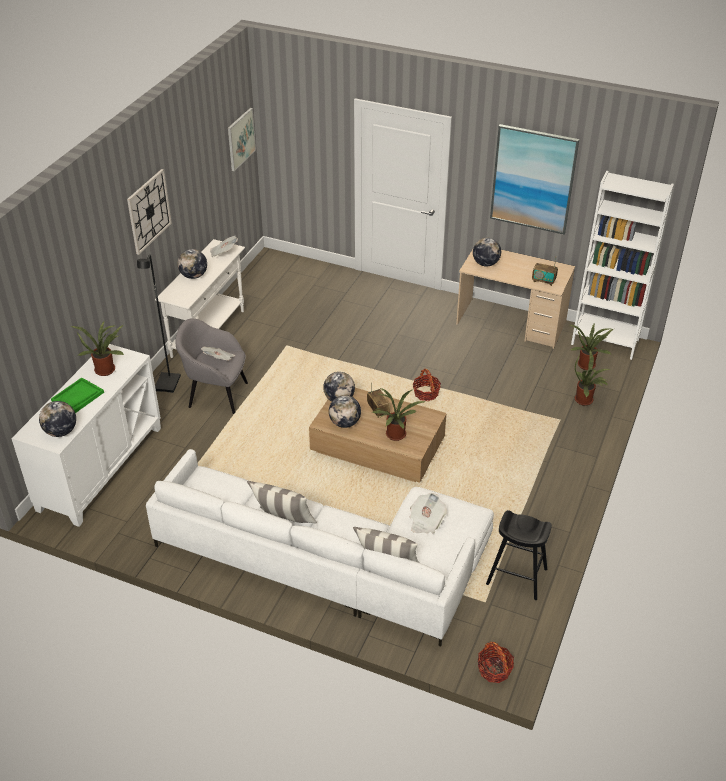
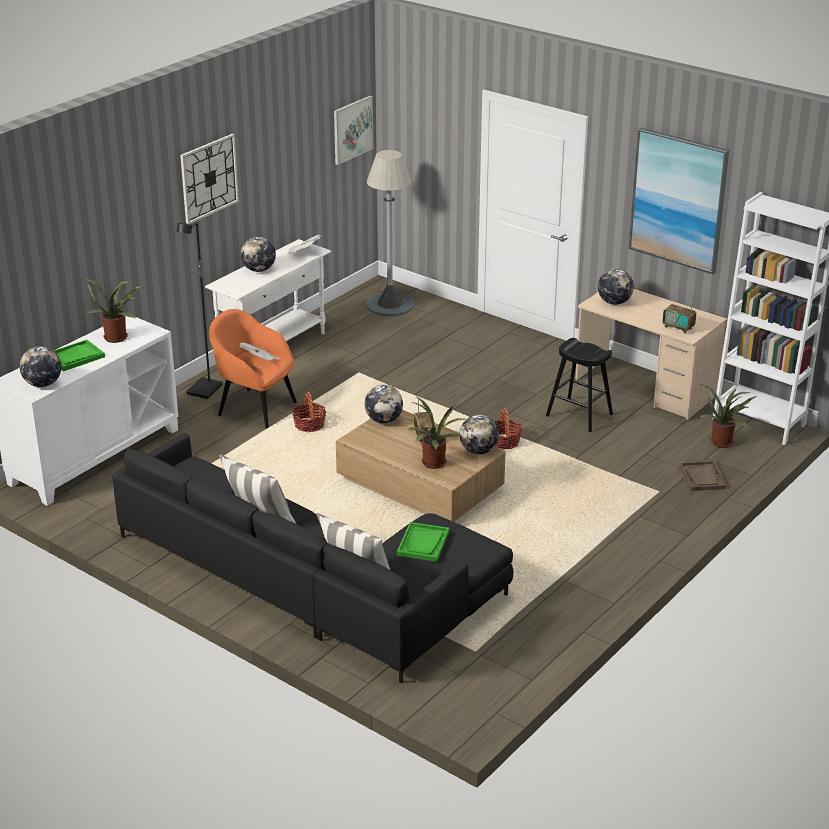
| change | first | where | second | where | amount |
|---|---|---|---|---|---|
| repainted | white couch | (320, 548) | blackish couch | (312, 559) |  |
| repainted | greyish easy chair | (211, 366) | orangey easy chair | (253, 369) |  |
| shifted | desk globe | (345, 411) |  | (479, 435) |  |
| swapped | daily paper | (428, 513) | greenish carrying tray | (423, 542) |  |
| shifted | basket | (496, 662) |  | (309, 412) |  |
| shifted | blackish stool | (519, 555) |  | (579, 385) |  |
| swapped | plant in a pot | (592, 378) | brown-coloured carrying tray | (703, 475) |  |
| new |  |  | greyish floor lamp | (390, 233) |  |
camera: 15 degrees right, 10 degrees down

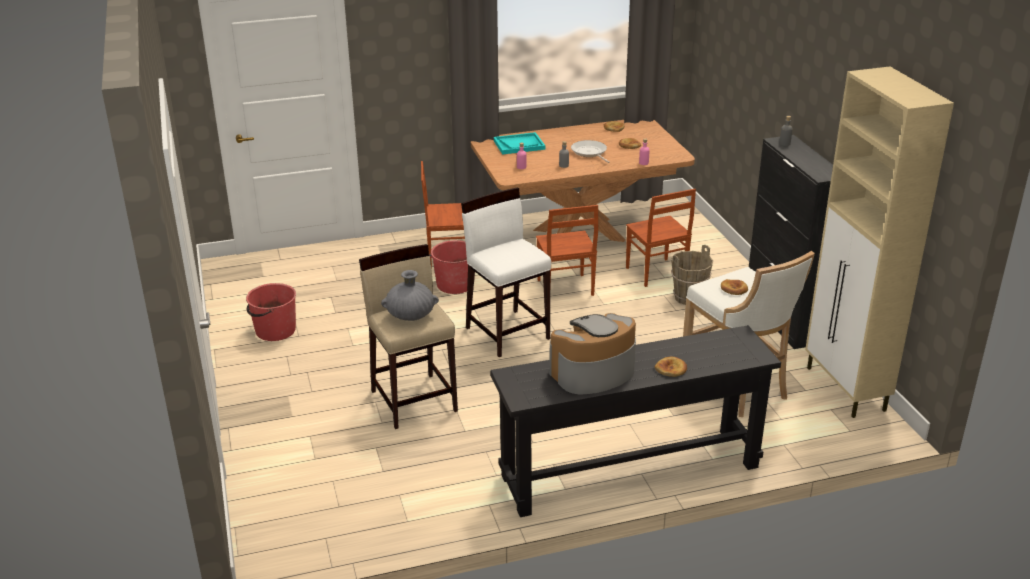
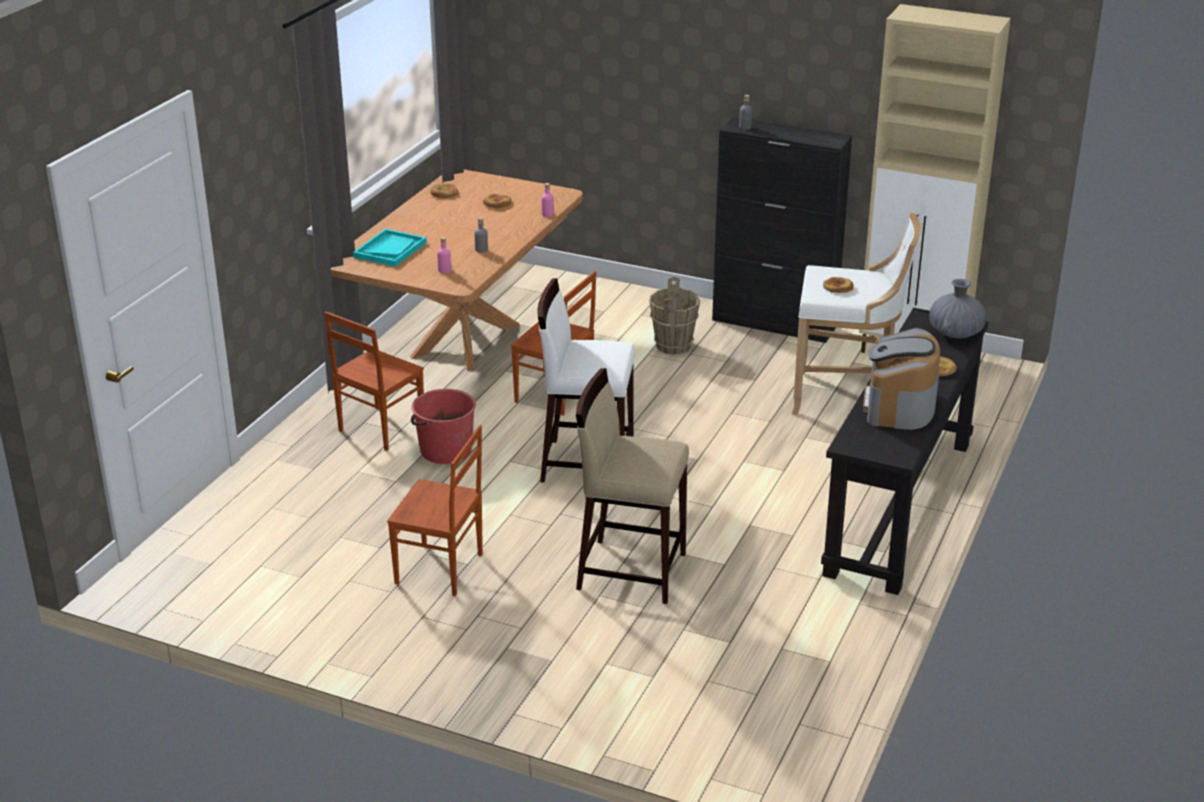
| change | first | where | second | where | amount |
|---|---|---|---|---|---|
| gone | red-coloured pail | (271, 312) |  |  |  |
| shifted | greyish flower vase | (410, 295) |  | (958, 308) |  |
| gone | pan | (590, 151) |  |  |  |
| shifted | brown-coloured upright chair | (661, 238) |  | (435, 510) |  |
camera: 50 degrees left, 0 degrees up

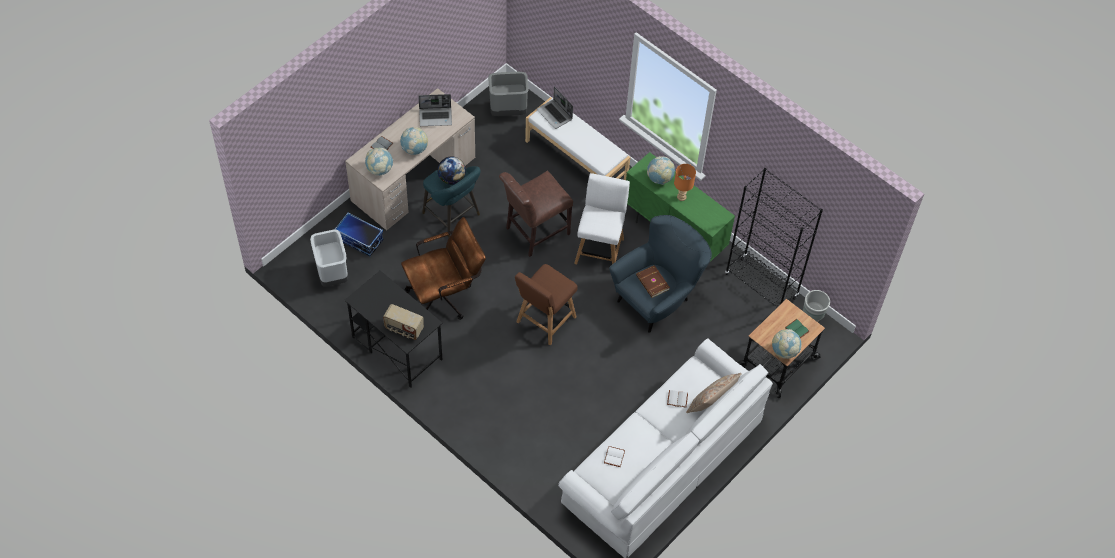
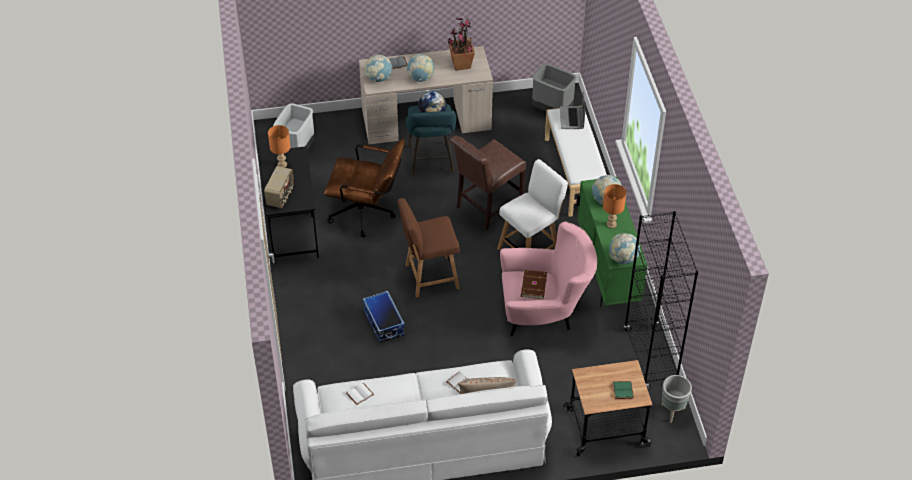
| change | first | where | second | where | amount |
|---|---|---|---|---|---|
| shifted | storage container | (358, 234) |  | (384, 317) |  |
| rotated | radio | (403, 322) |  | (279, 187) | 135 degrees counterclockwise |
| swapped | portable computer | (435, 110) | plant in a pot | (461, 44) |  |
| rotated | brown-coloured upright chair | (536, 214) |  | (488, 183) | 45 degrees counterclockwise |
| repainted | bluish easy chair | (660, 274) | pinkish easy chair | (548, 279) |  |
| shifted | desk globe | (787, 344) |  | (624, 248) |  |
| new |  |  | orangey tabletop lamp | (279, 146) |  |
camera: 40 degrees right, 10 degrees down

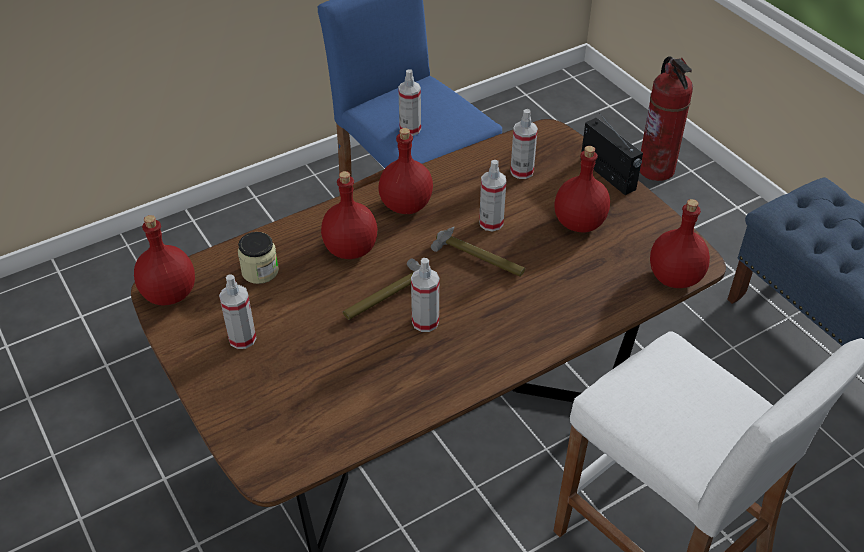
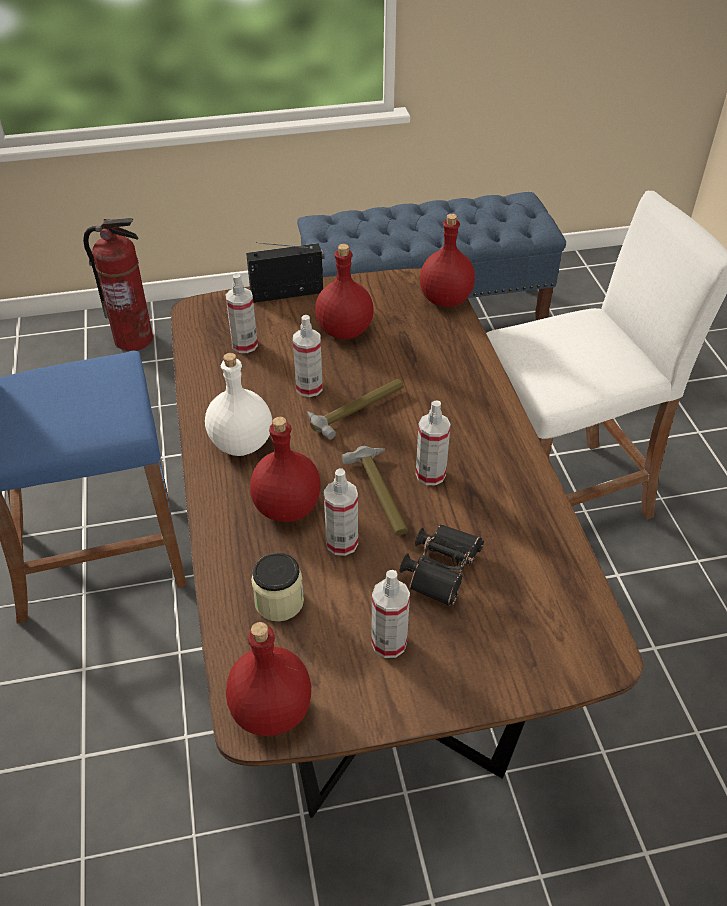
| change | first | where | second | where | amount |
|---|---|---|---|---|---|
| repainted | red-coloured bottle | (406, 171) | white bottle | (238, 404) |  |
| shifted | spray bottle | (409, 102) |  | (341, 512) |  |
| new |  |  | blackish pair of binoculars | (442, 565) |  |
camera: 70 degrees left, 0 degrees up

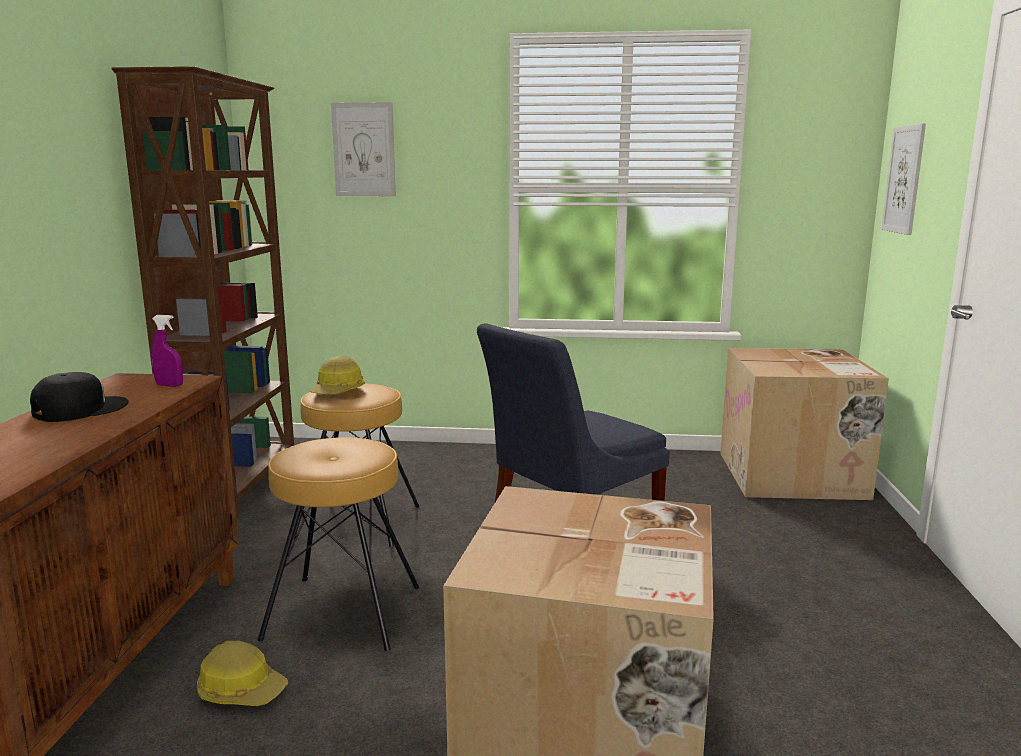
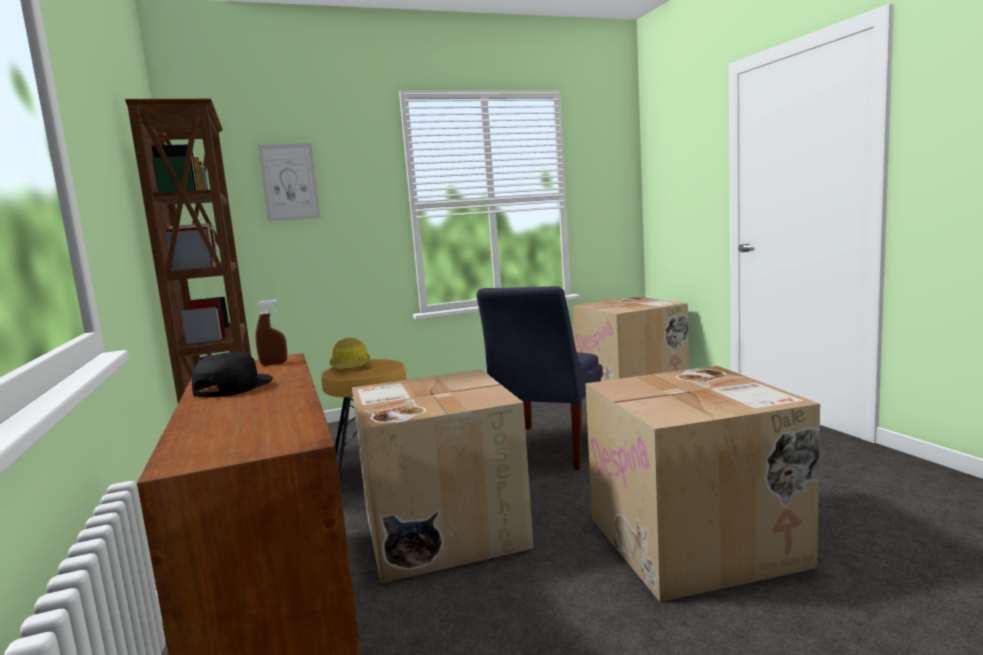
| change | first | where | second | where | amount |
|---|---|---|---|---|---|
| repainted | purplish spray bottle | (167, 351) | brown-coloured spray bottle | (271, 332) |  |
| gone | work helmet | (242, 673) |  |  |  |
| swapped | brown-coloured stool | (338, 544) | cardboard box | (443, 476) |  |
| gone | wall picture | (903, 179) |  |  |  |
camera: 25 degrees left, 5 degrees down

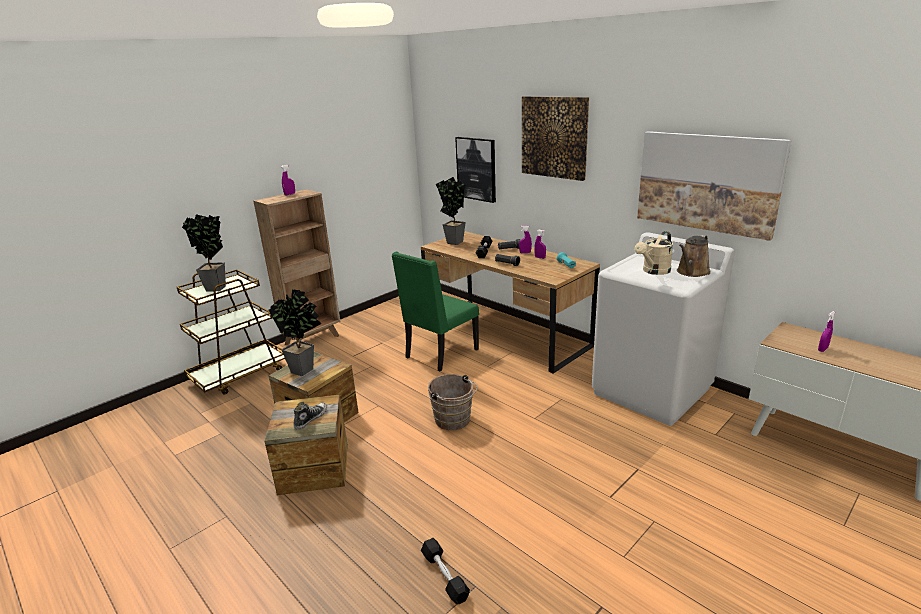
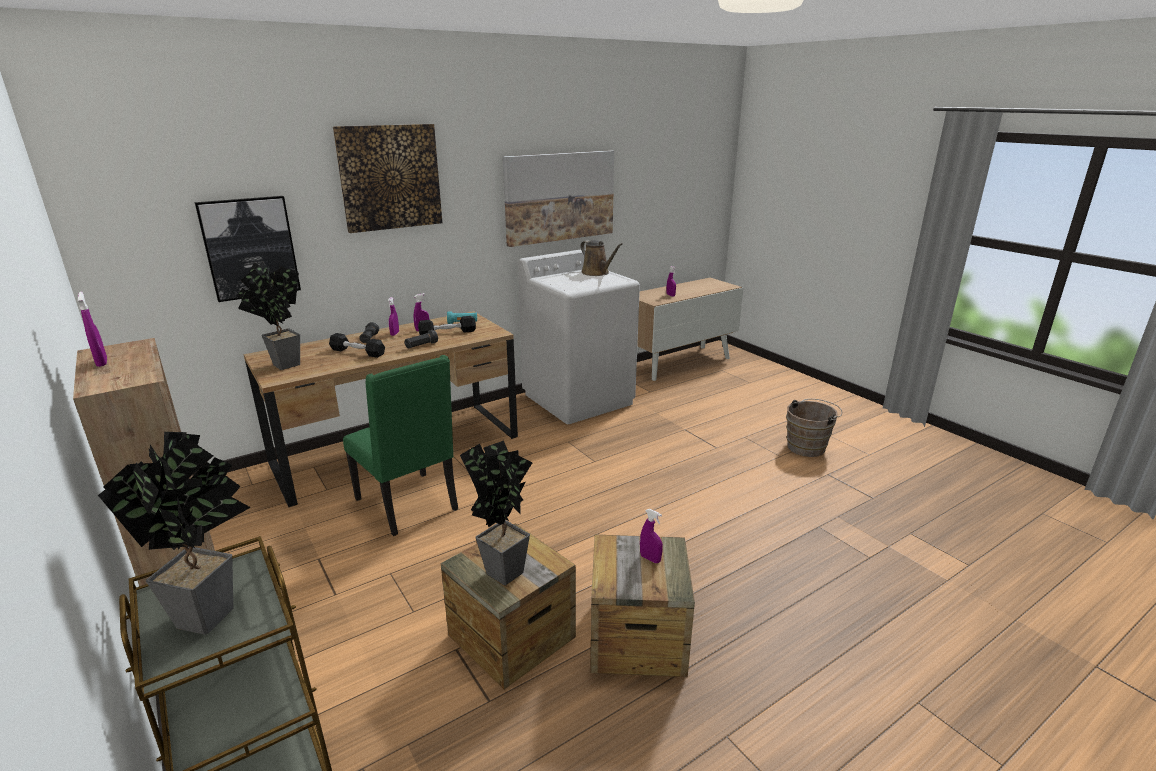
| change | first | where | second | where | amount |
|---|---|---|---|---|---|
| swapped | item of footwear | (310, 416) | purplish spray bottle | (651, 536) |  |
| shifted | blackish hand weight | (445, 571) |  | (447, 325) |  |
| shifted | brown-coloured pail | (452, 402) |  | (814, 428) |  |
| gone | beige watering can | (653, 253) |  |  |  |
camera: 80 degrees left, 0 degrees up

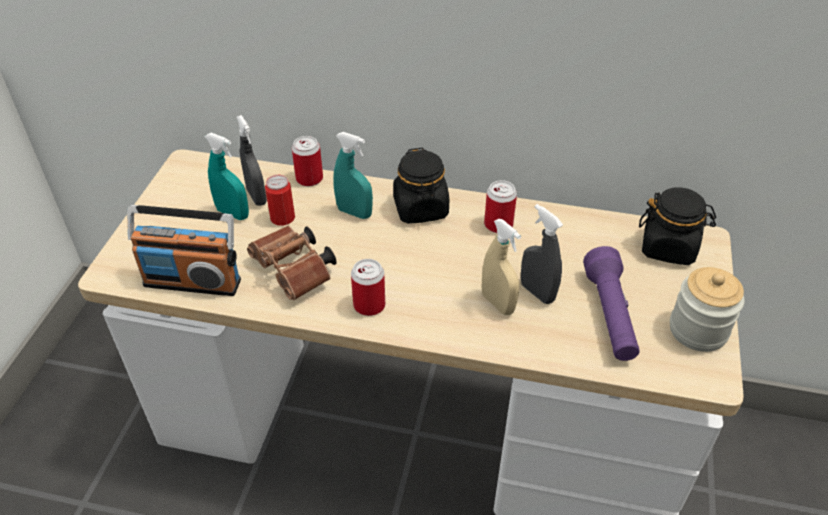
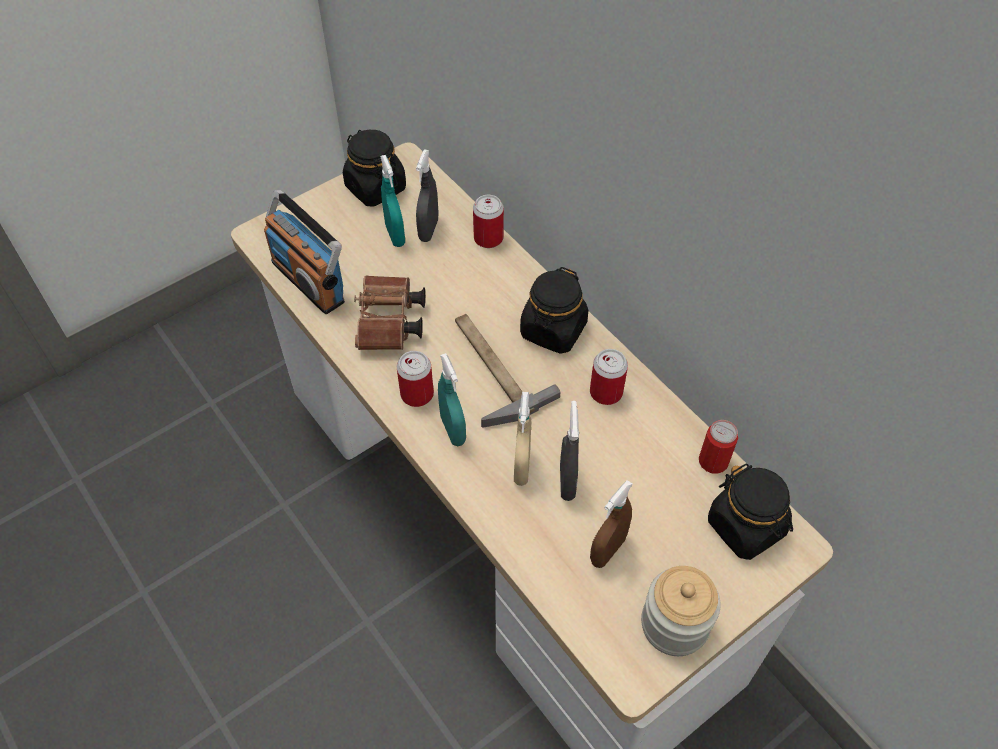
| change | first | where | second | where | amount |
|---|---|---|---|---|---|
| shifted | sealed can | (280, 200) |  | (718, 447) |  |
| shifted | blue-green spray bottle | (353, 175) |  | (452, 399) |  |
| swapped | purplish flashlight | (611, 303) | brown-coloured spray bottle | (611, 524) |  |
| new |  |  | blackish jar | (374, 168) |  |
| new |  |  | hand hammer | (508, 371) |  |
camera: 40 degrees right, 10 degrees up

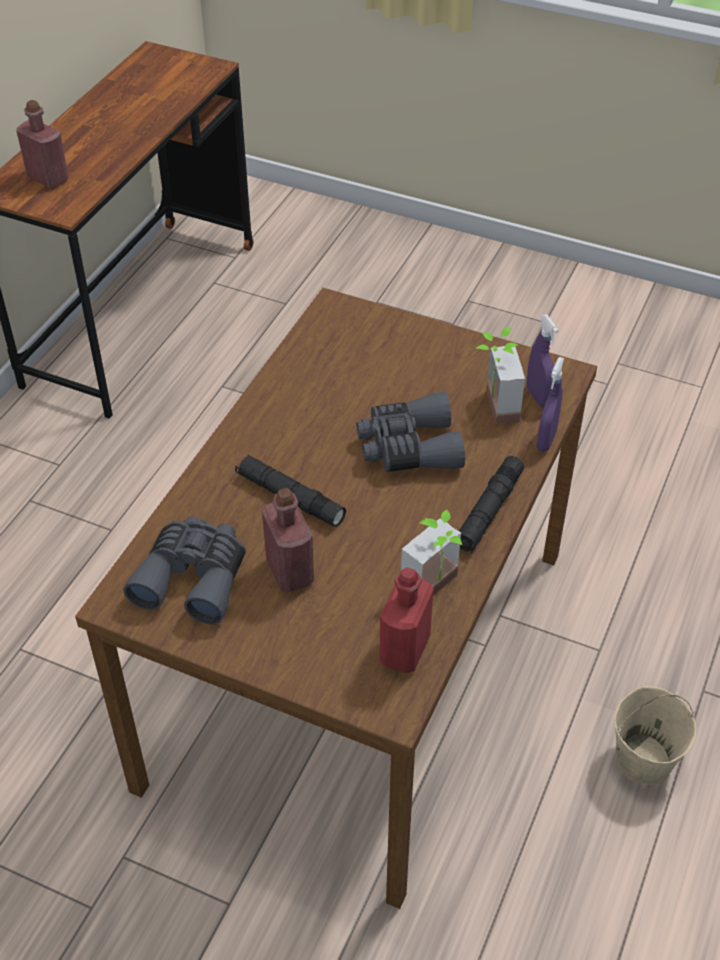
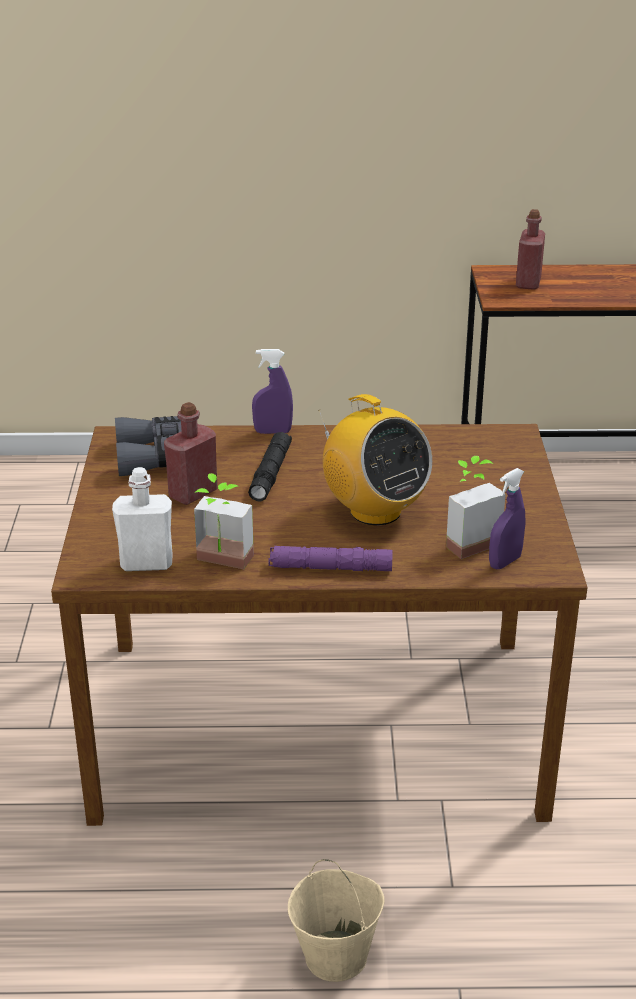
| change | first | where | second | where | amount |
|---|---|---|---|---|---|
| swapped | greyish pair of binoculars | (411, 432) | radio | (375, 459) |  |
| repainted | red-coloured bottle | (406, 620) | white bottle | (142, 519) |  |
| repainted | blackish flashlight | (491, 504) | purplish flashlight | (330, 558) |  |
| shifted | purplish spray bottle | (550, 404) |  | (272, 391) |  |
camera: 65 degrees right, 15 degrees down

